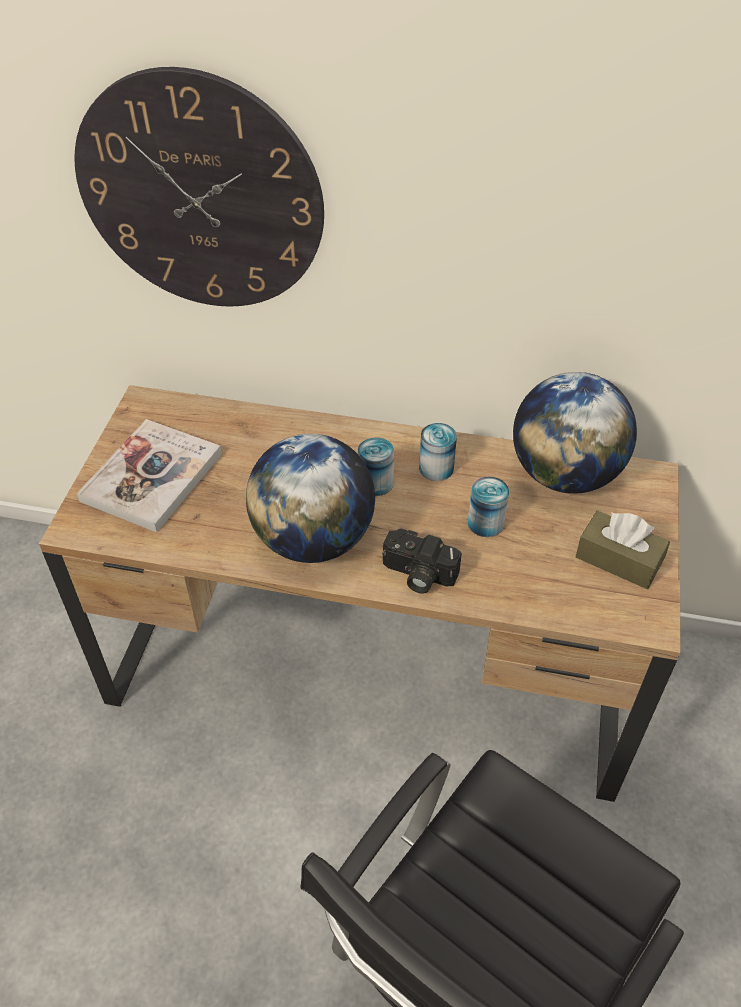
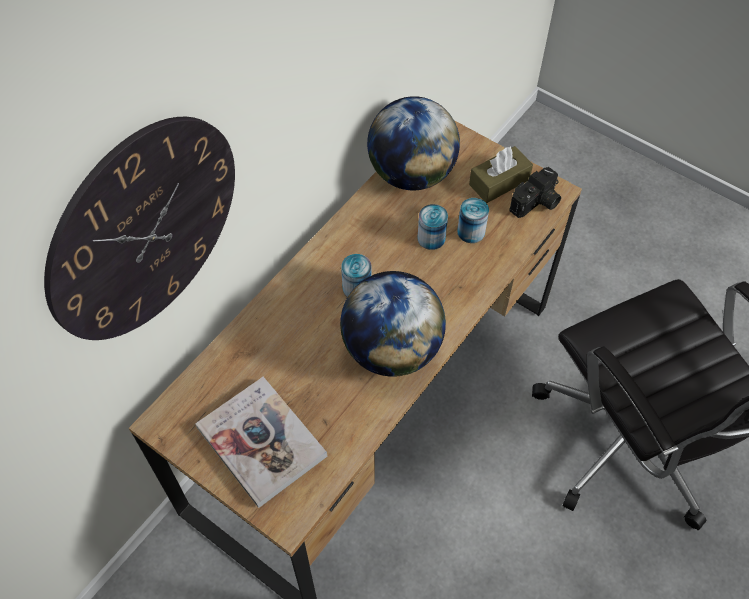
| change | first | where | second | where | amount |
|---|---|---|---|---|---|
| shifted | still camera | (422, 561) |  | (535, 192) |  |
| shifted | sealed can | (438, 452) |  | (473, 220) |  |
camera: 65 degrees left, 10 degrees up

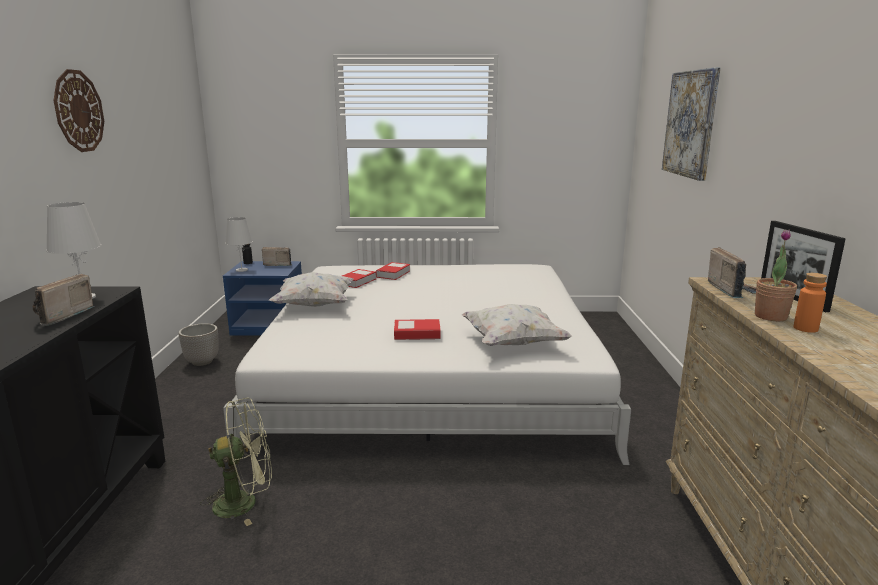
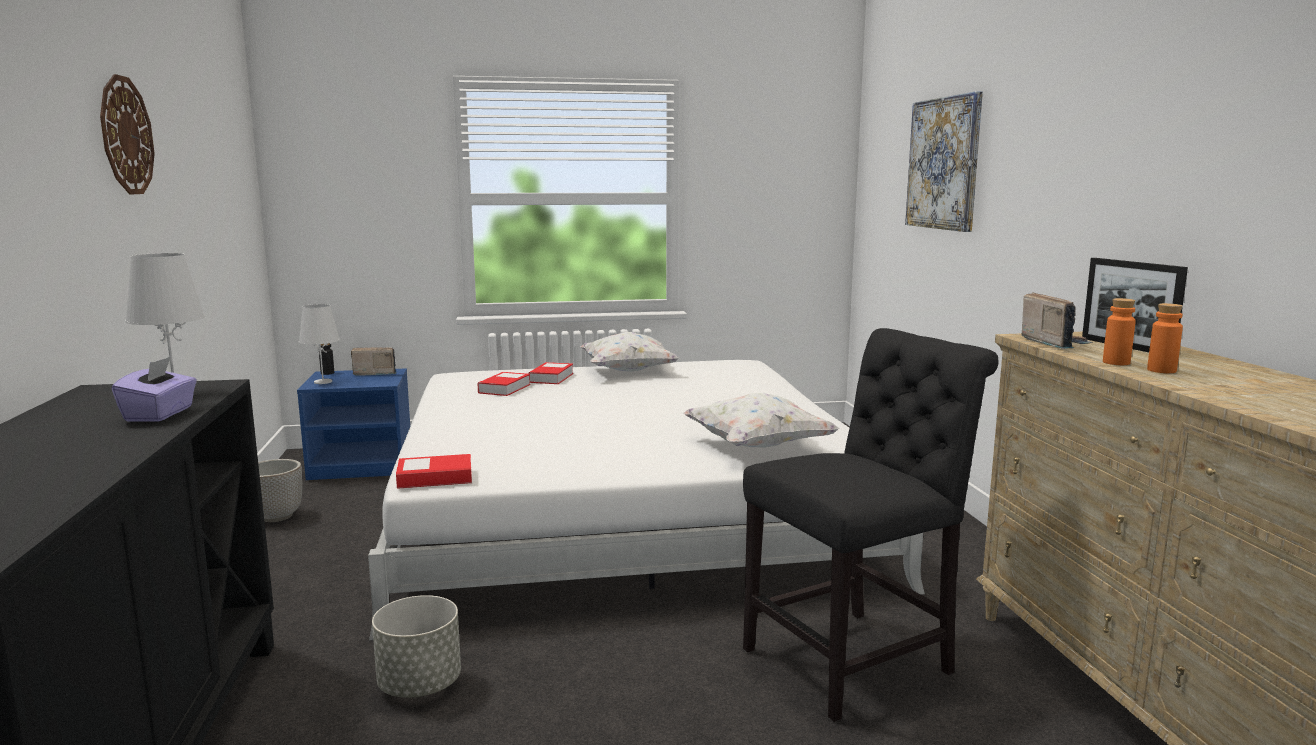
| change | first | where | second | where | amount |
|---|---|---|---|---|---|
| swapped | radio | (64, 300) | purplish tissue holder | (154, 388) |  |
| swapped | greenish electric fan | (236, 462) | greyish plant pot | (416, 646) |  |
| shifted | white pillow | (311, 289) |  | (629, 352) |  |
| shifted | volume | (417, 329) |  | (434, 471) |  |
| swapped | plant in a pot | (776, 275) | orangey bottle | (1119, 331) |  |
| new |  |  | blackish upright chair | (871, 525) |  |
camera: 10 degrees left, 5 degrees down

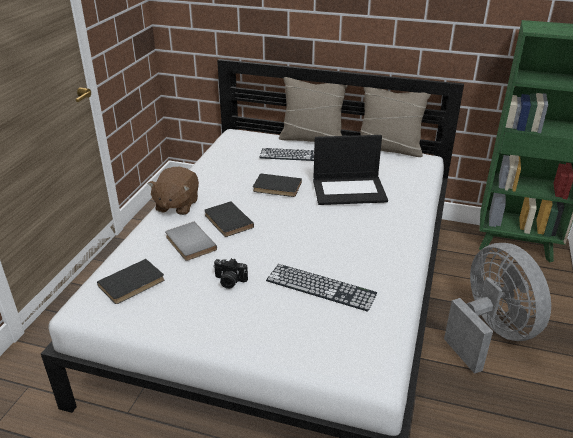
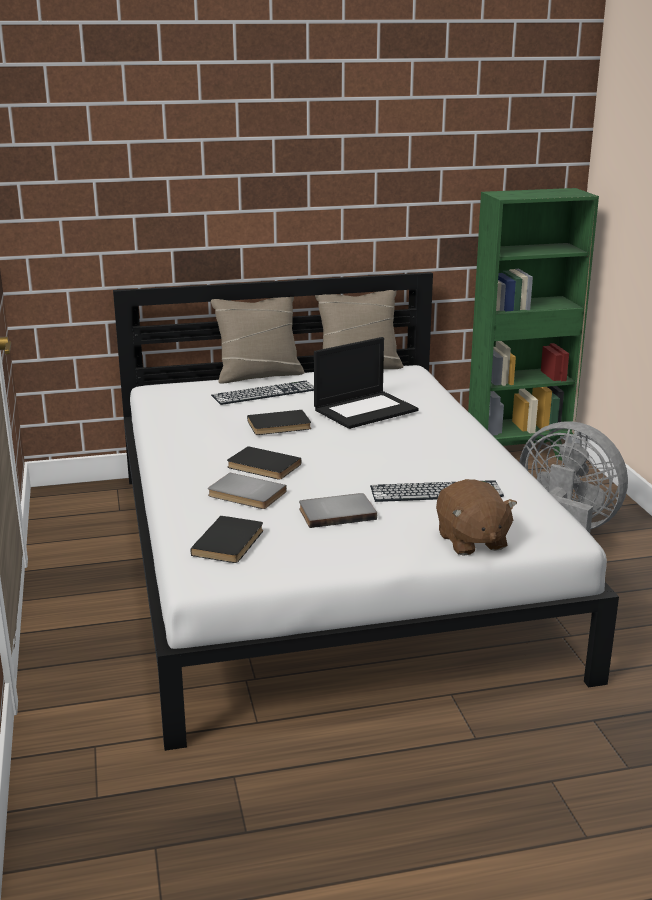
| change | first | where | second | where | amount |
|---|---|---|---|---|---|
| shifted | brown-coloured plush toy | (173, 191) |  | (476, 517) |  |
| swapped | still camera | (230, 273) | greyish volume | (338, 510) |  |
camera: 30 degrees left, 10 degrees down

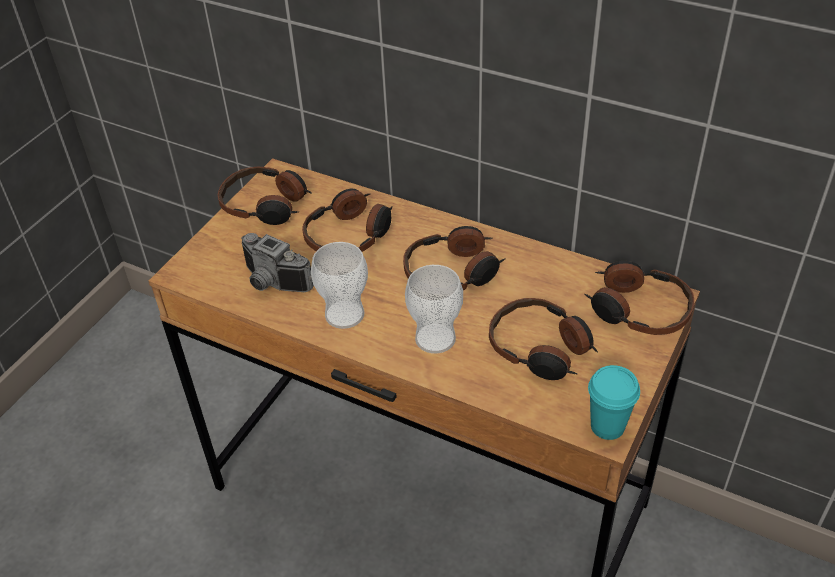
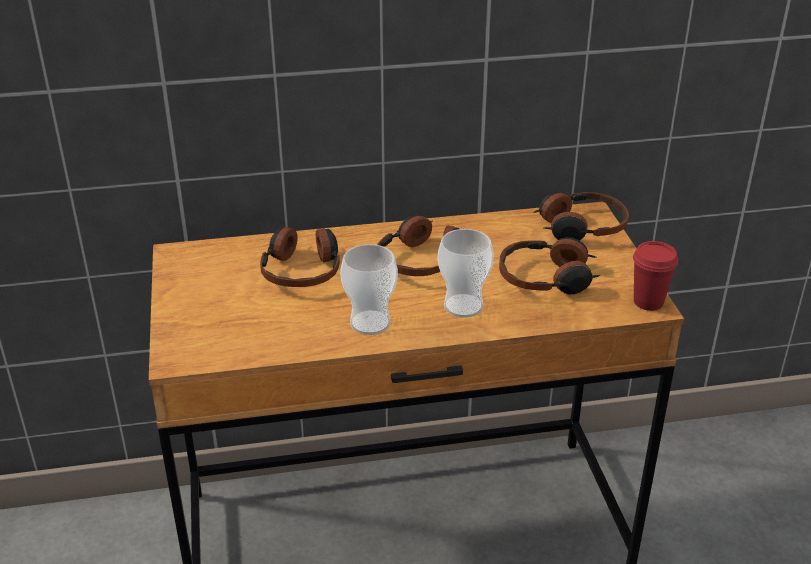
| change | first | where | second | where | amount |
|---|---|---|---|---|---|
| gone | headset | (265, 196) |  |  |  |
| gone | still camera | (277, 262) |  |  |  |
| repainted | blue-green cup | (614, 402) | red-coloured cup | (655, 276) |  |
camera: 40 degrees left, 10 degrees down

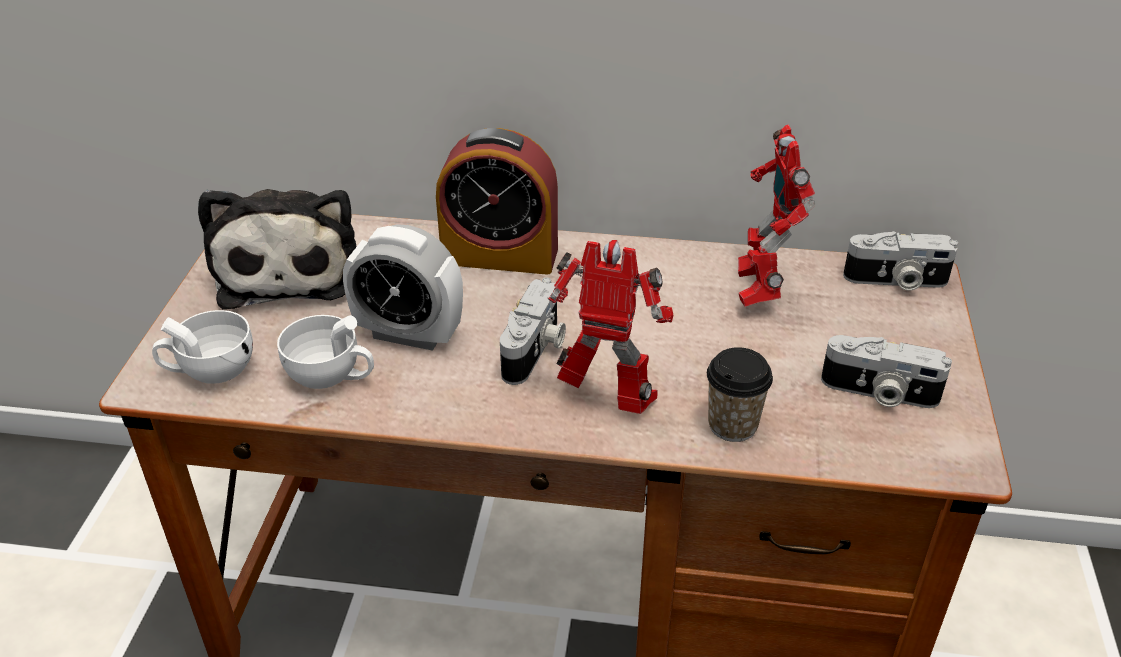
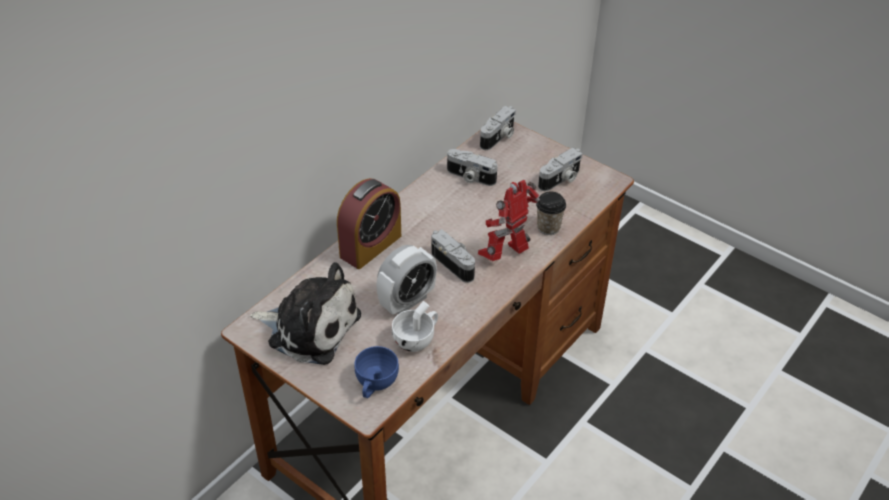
| change | first | where | second | where | amount |
|---|---|---|---|---|---|
| repainted | white cup | (202, 347) | bluish cup | (377, 372) |  |
| swapped | toy robot | (776, 215) | still camera | (472, 167) |  |
camera: 60 degrees left, 5 degrees up

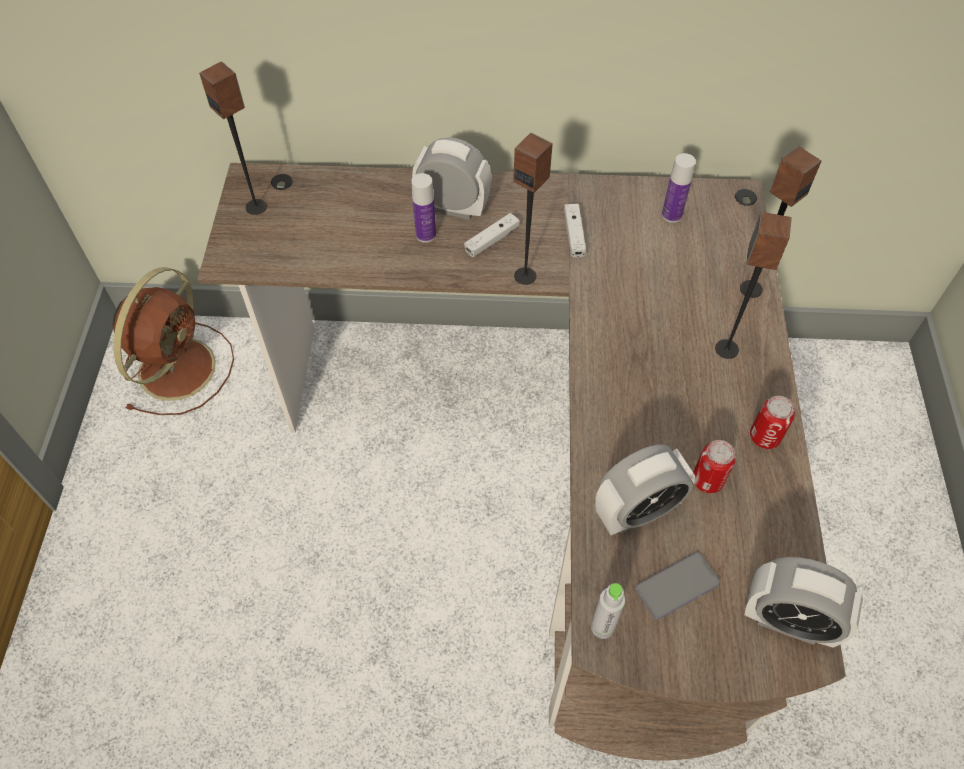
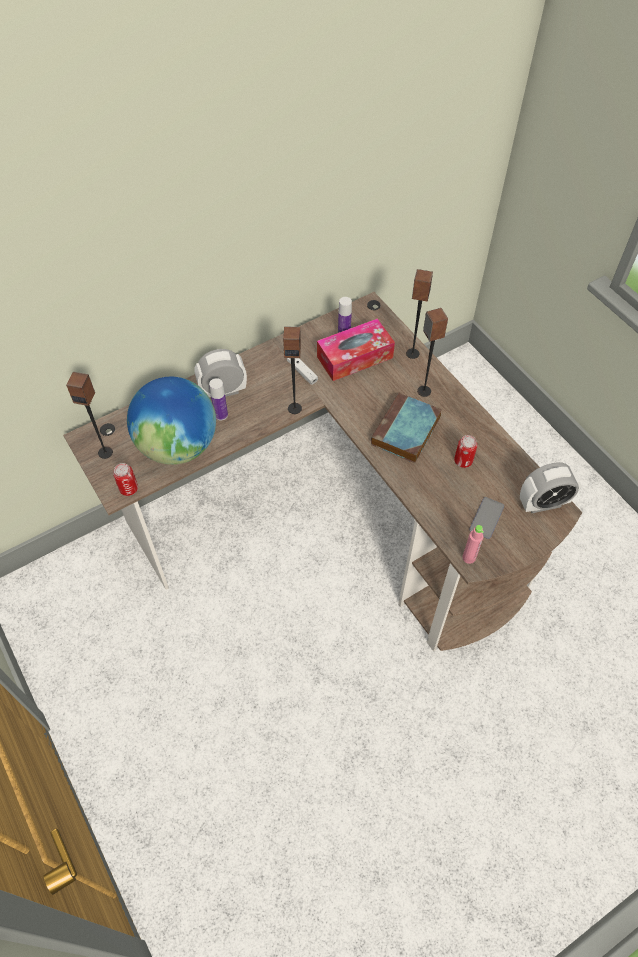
| change | first | where | second | where | amount |
|---|---|---|---|---|---|
| gone | brown-coloured electric fan | (173, 341) |  |  |  |
| gone | white game controller | (492, 235) |  |  |  |
| repainted | greyish bottle | (608, 611) | pinkish bottle | (473, 544) |  |
| gone | bedside clock | (645, 489) |  |  |  |
| shifted | sealed can | (772, 422) |  | (125, 479) |  |
| new |  |  | desk globe | (171, 421) |  |
| new |  |  | tissue holder | (356, 349) |  |
| new |  |  | volume | (406, 428) |  |
camera: 35 degrees left, 0 degrees up

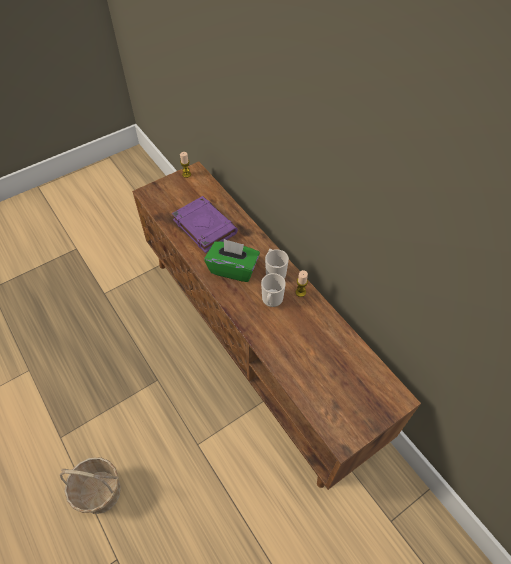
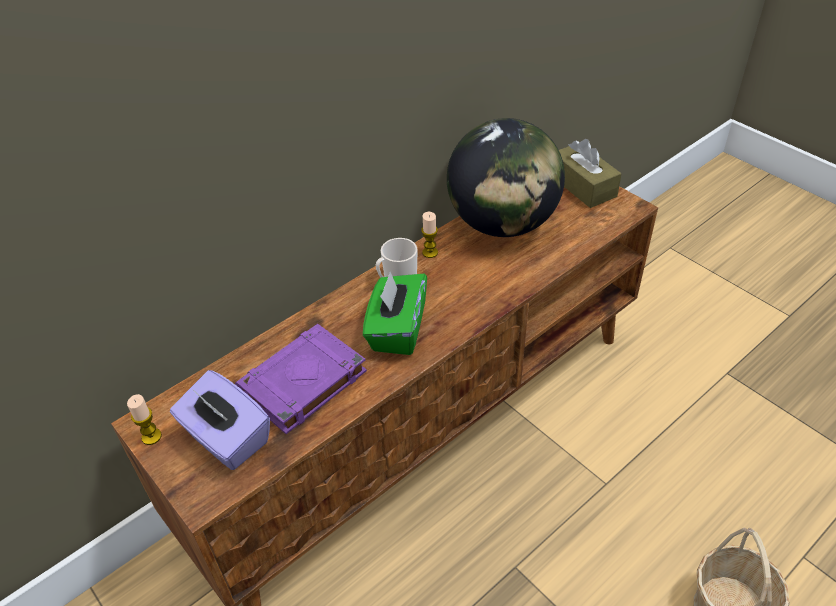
| change | first | where | second | where | amount |
|---|---|---|---|---|---|
| gone | mug | (273, 290) |  |  |  |
| new |  |  | purplish tissue holder | (220, 420) |  |
| new |  |  | desk globe | (506, 177) |  |
| new |  |  | brown-coloured tissue holder | (590, 173) |  |
camera: 95 degrees left, 10 degrees down

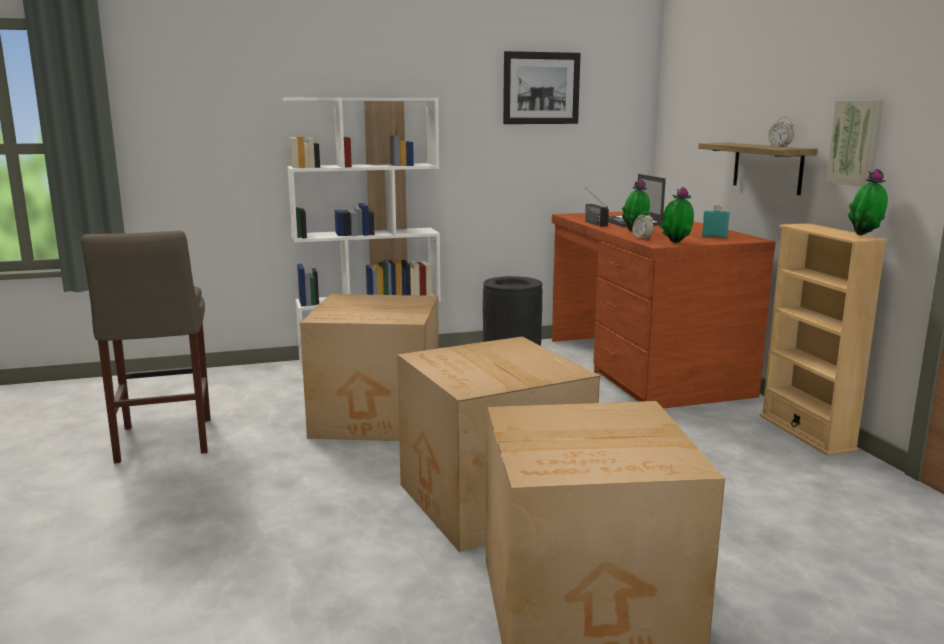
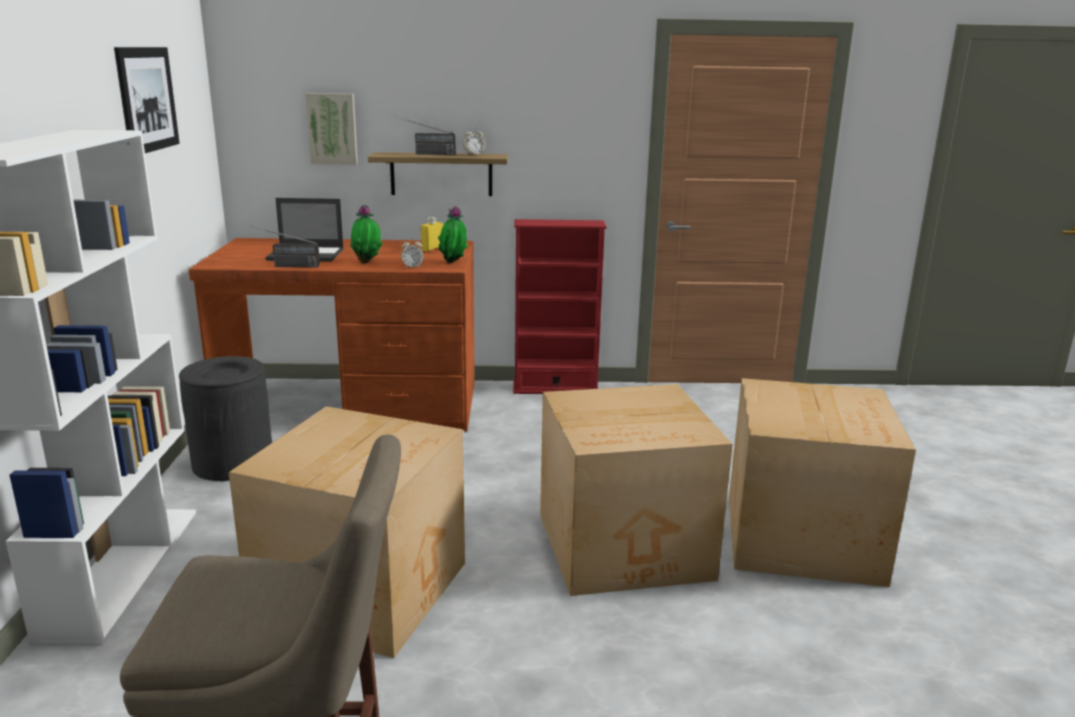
| change | first | where | second | where | amount |
|---|---|---|---|---|---|
| repainted | blue-green bottle | (716, 221) | yellow-coloured bottle | (432, 234) |  |
| repainted | beige shelving unit | (824, 339) | red-coloured shelving unit | (560, 306) |  |
| shifted | wall picture | (855, 143) |  | (331, 129) |  |
| gone | plant in a pot | (868, 202) |  |  |  |
| new |  |  | radio | (426, 136) |  |
camera: 75 degrees left, 5 degrees up

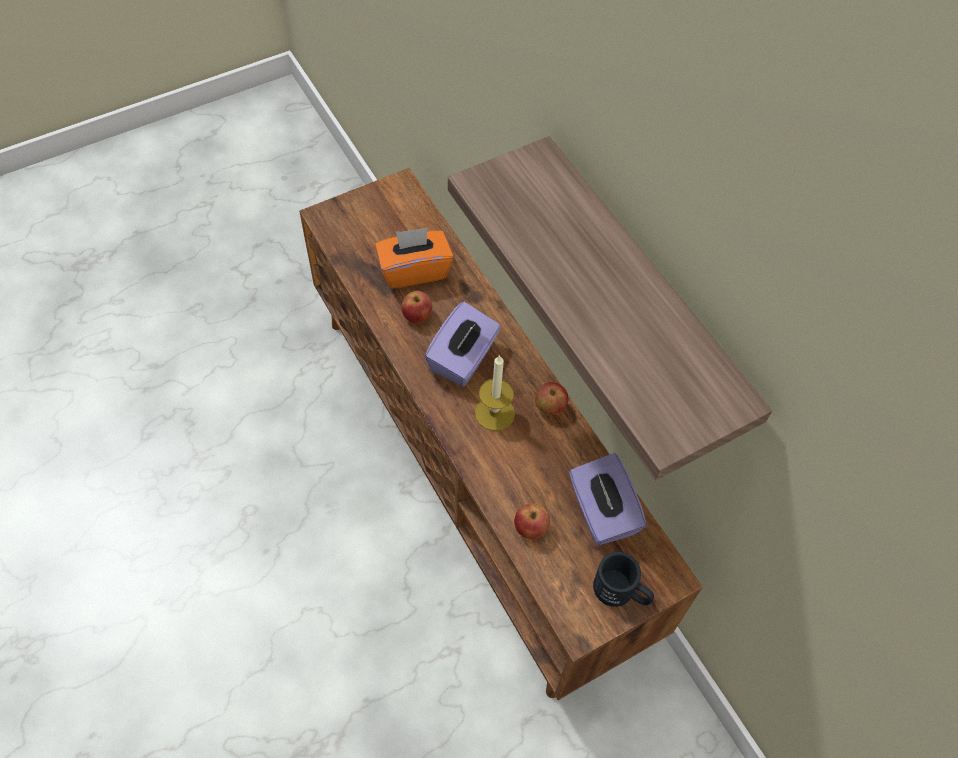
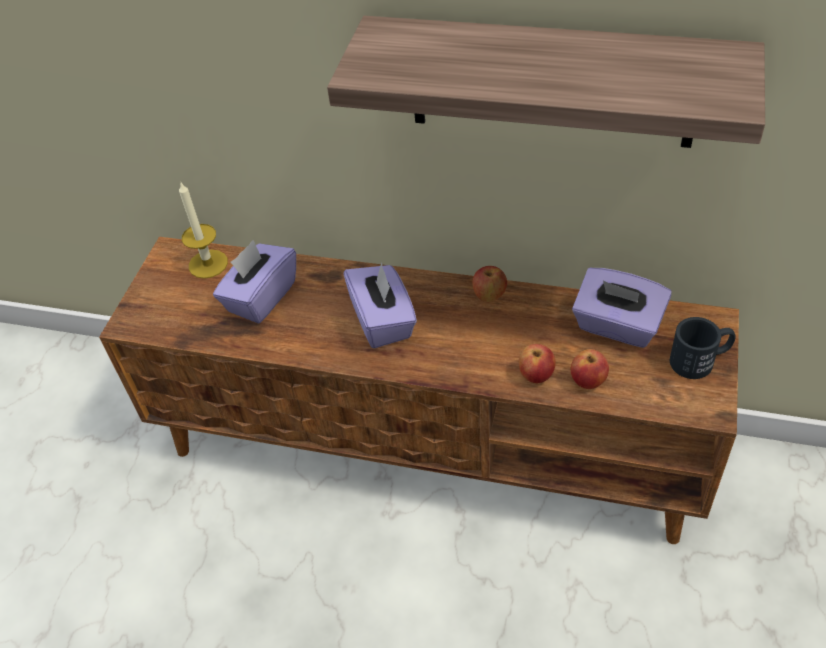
| change | first | where | second | where | amount |
|---|---|---|---|---|---|
| repainted | orangey tissue holder | (414, 258) | purplish tissue holder | (254, 282) |  |
| shifted | whole apple | (416, 307) |  | (537, 363) |  |
| shifted | wax candle | (495, 393) |  | (203, 230) |  |
camera: 40 degrees left, 10 degrees down

